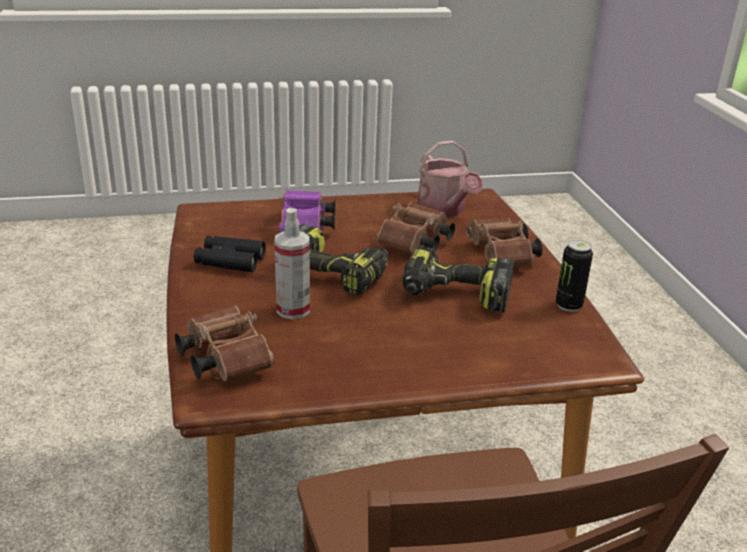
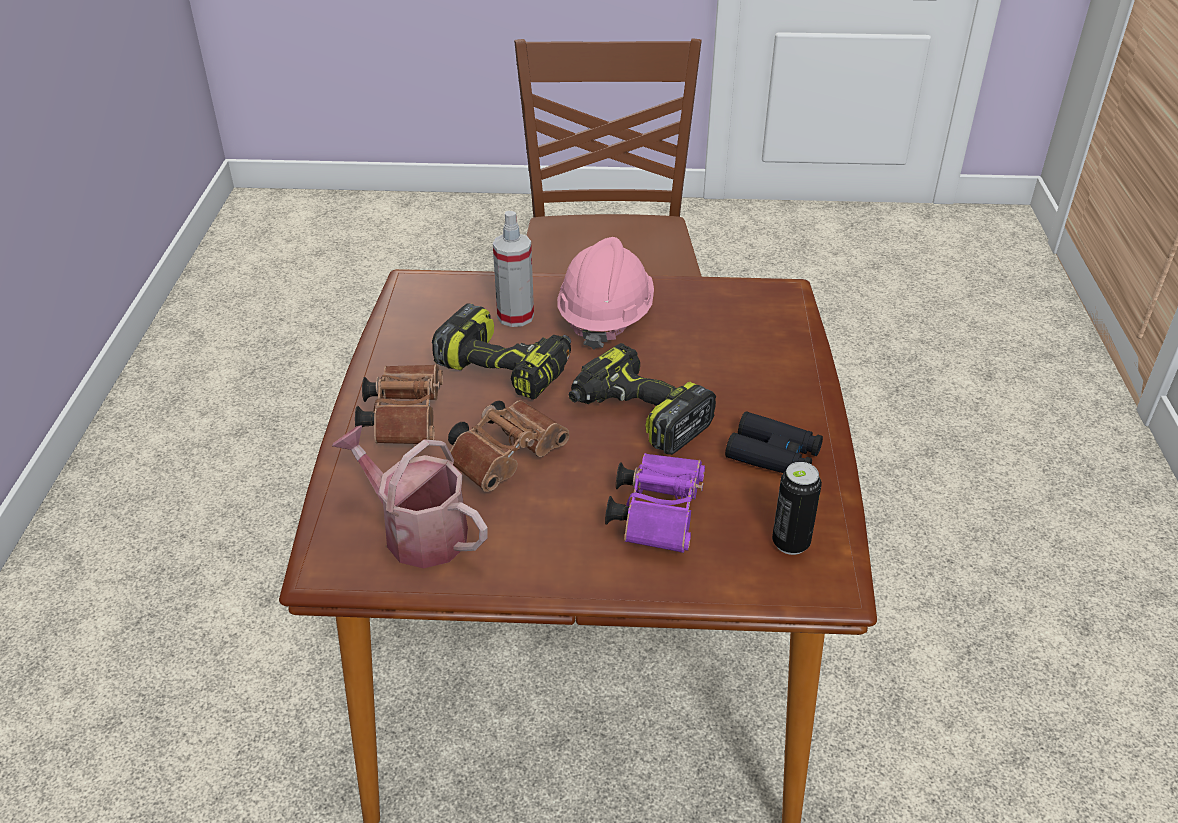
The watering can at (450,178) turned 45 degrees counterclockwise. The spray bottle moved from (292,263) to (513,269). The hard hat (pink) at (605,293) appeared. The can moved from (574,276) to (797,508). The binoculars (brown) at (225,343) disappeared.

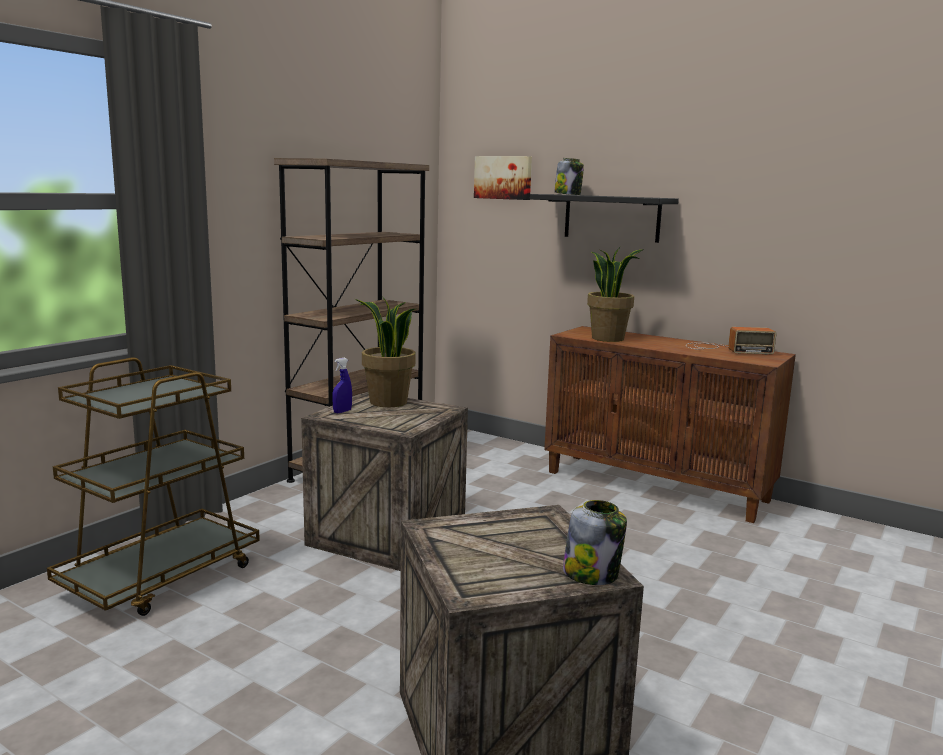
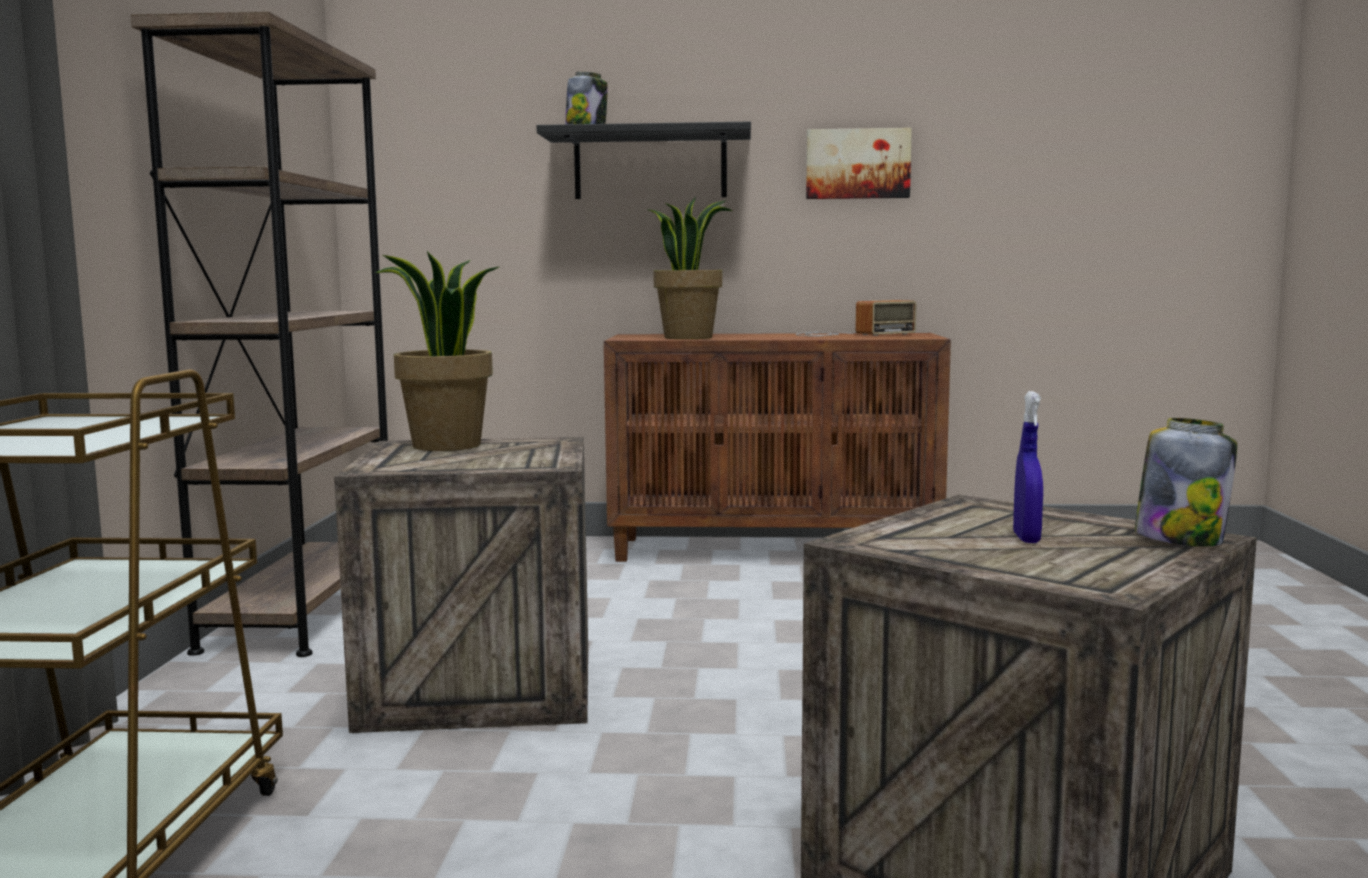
The picture moved from (503,178) to (859,163). The spray bottle (blue) moved from (342,385) to (1028,467).

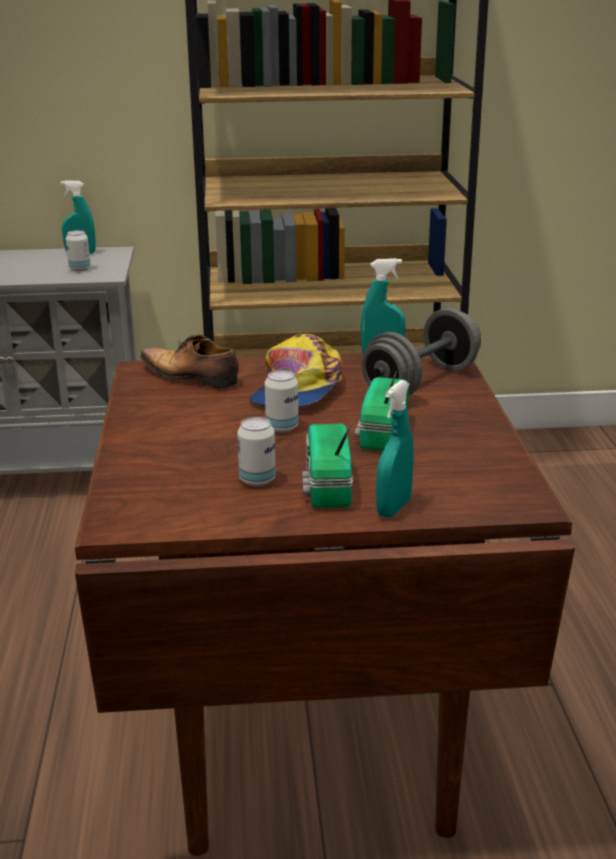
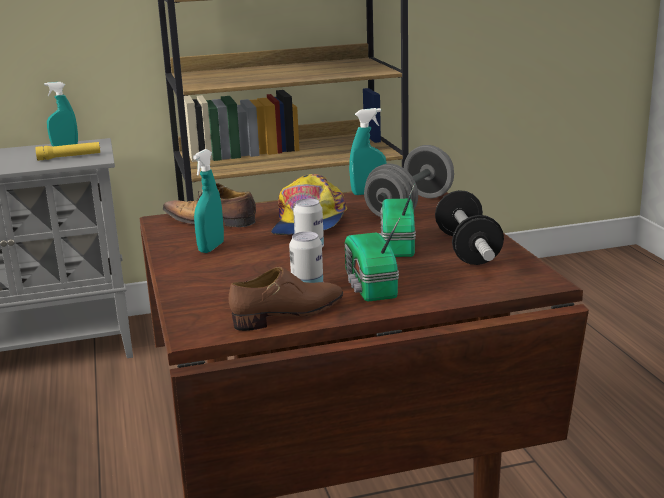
The can at (78,250) was replaced by the flashlight (yellow) at (67,151). The spray bottle (turquoise) moved from (395,448) to (208,201). The shoe (brown) at (286,299) appeared. The dumbbell at (469,227) appeared.

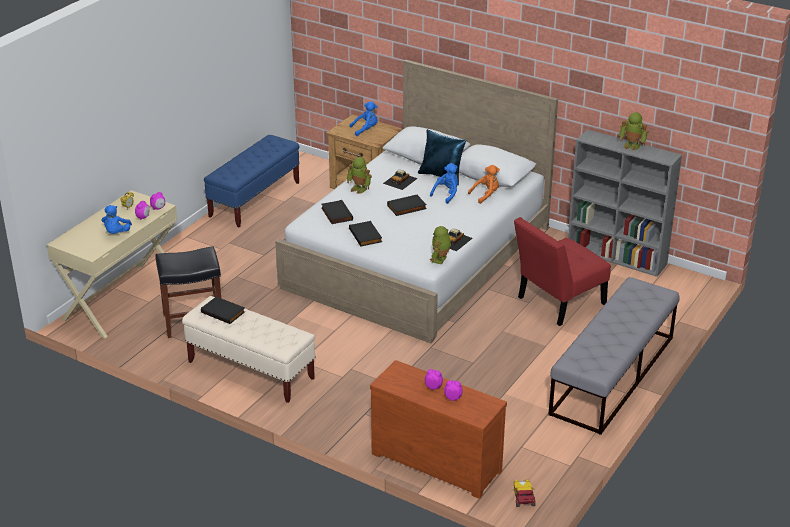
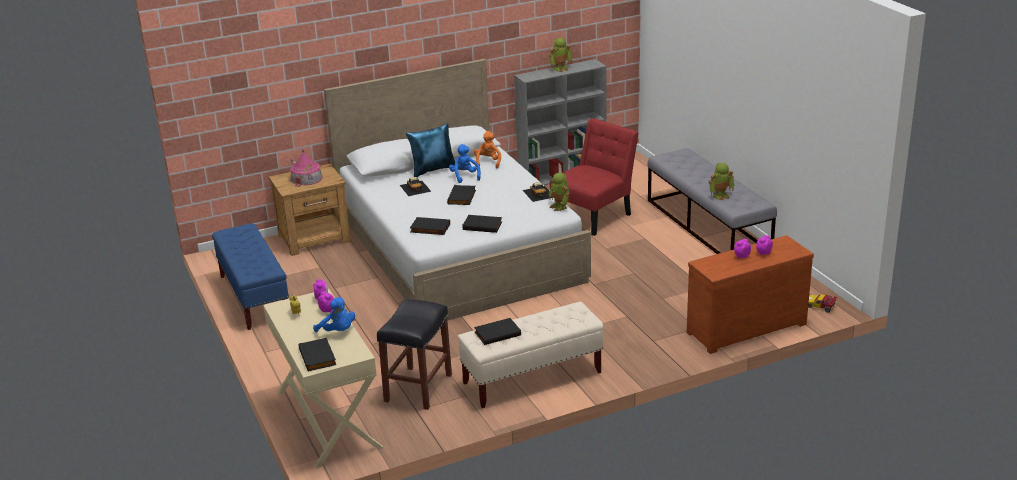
The plush toy (blue) at (363,118) was replaced by the toy house at (306,168). The book (black) at (317,355) appeared. The chair (red) at (562,271) turned 135 degrees counterclockwise. The toy robot moved from (359,175) to (721,181).

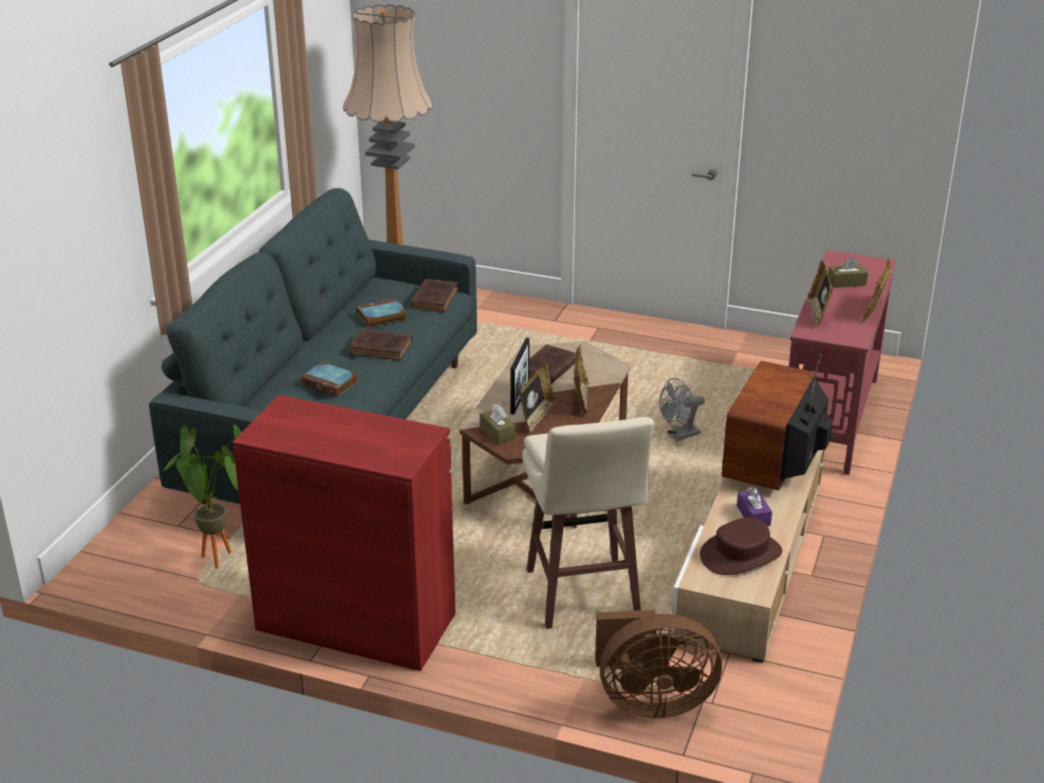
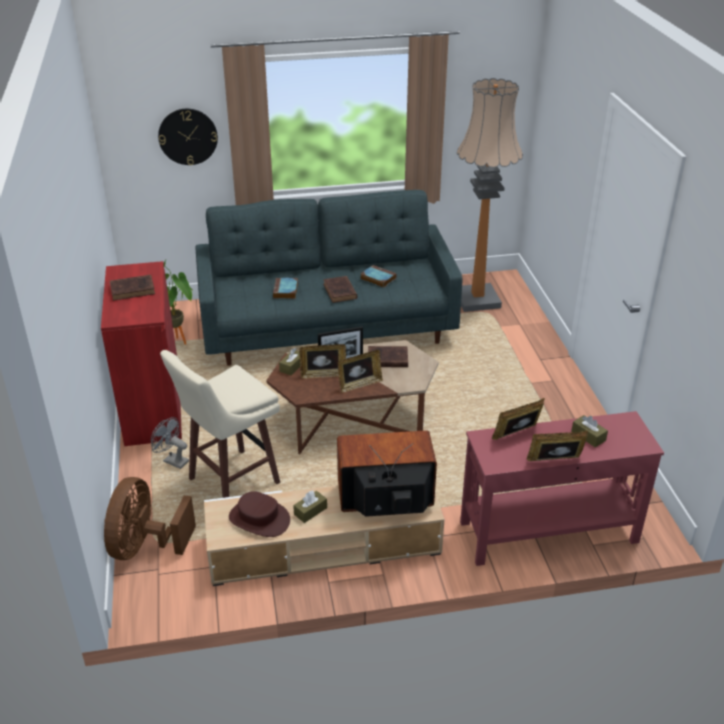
The fan (brown) at (658,664) turned 45 degrees clockwise. The book (brown) moved from (434,295) to (132,288). The fan (grey) moved from (682,409) to (170,443). The wall clock at (188,137) appeared. The tissue box (purple) at (754,506) became the tissue box (brown) at (310,506).

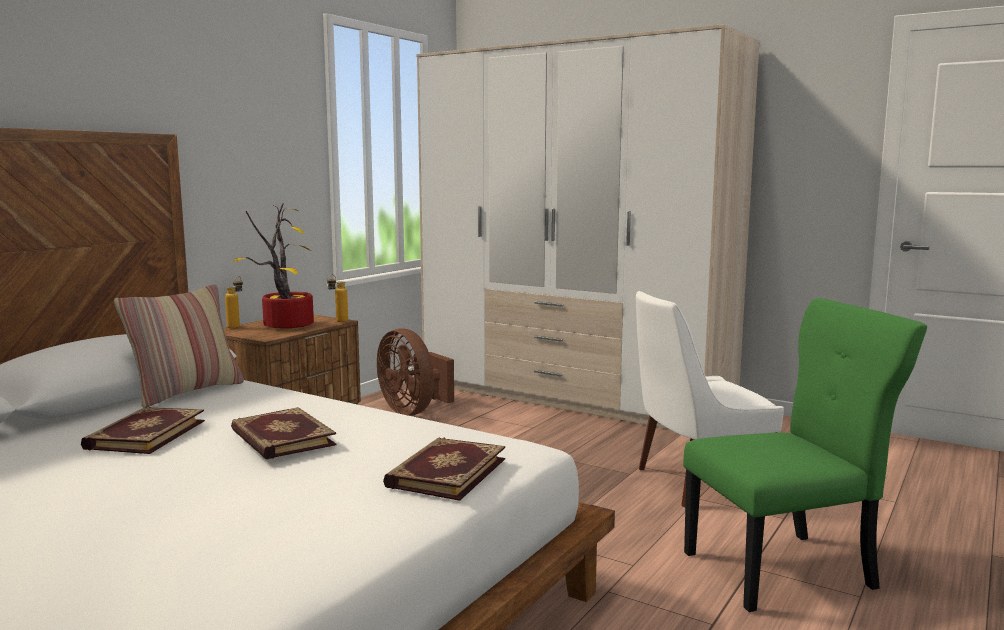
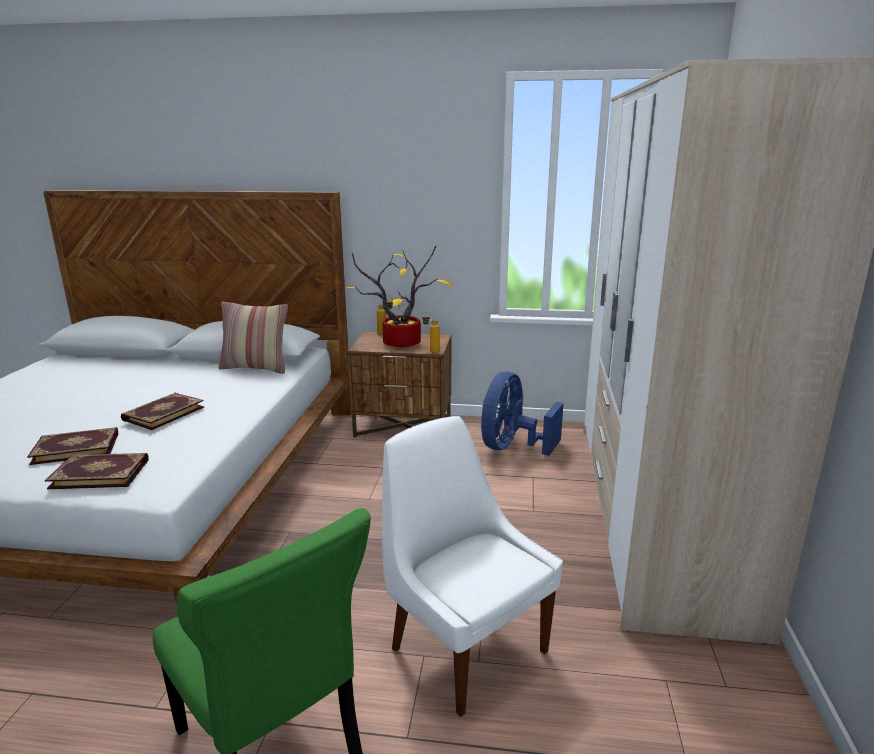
The book moved from (143,430) to (72,446). The fan (brown) at (415,372) became the fan (blue) at (522,414).

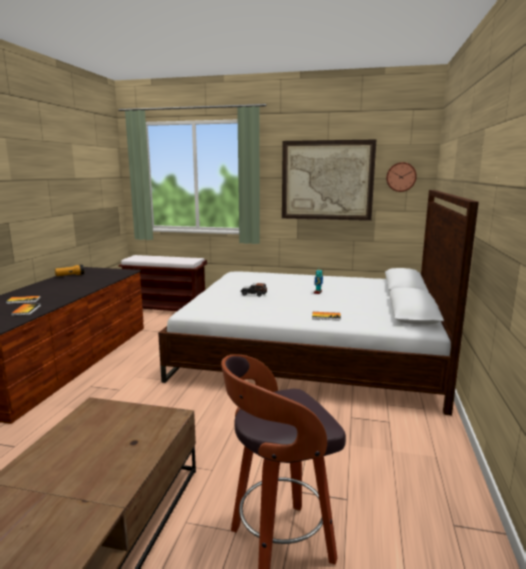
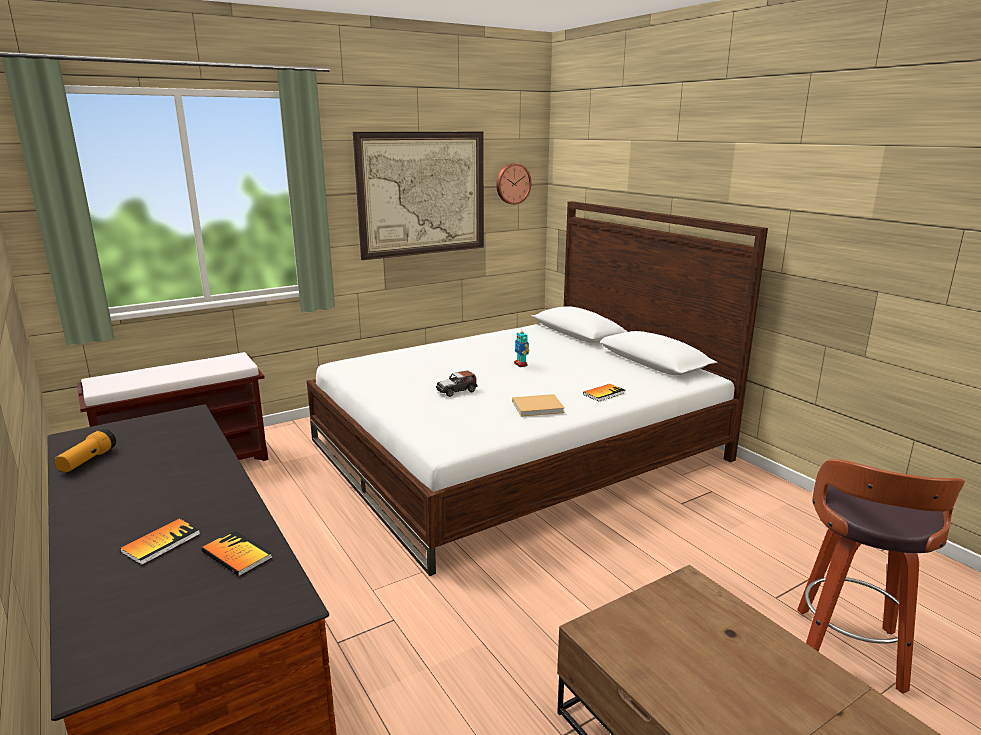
The book (beige) at (538,405) appeared.

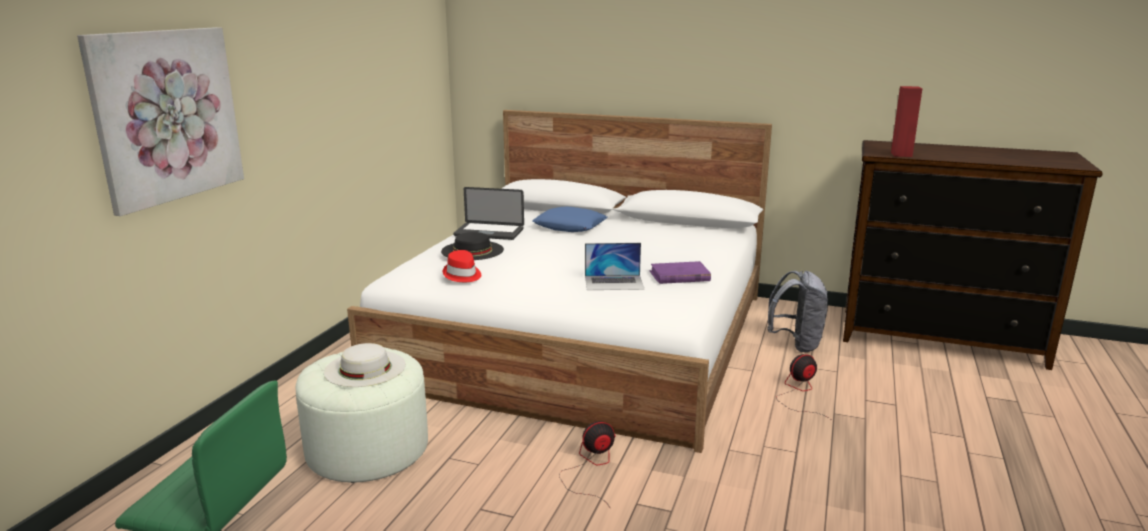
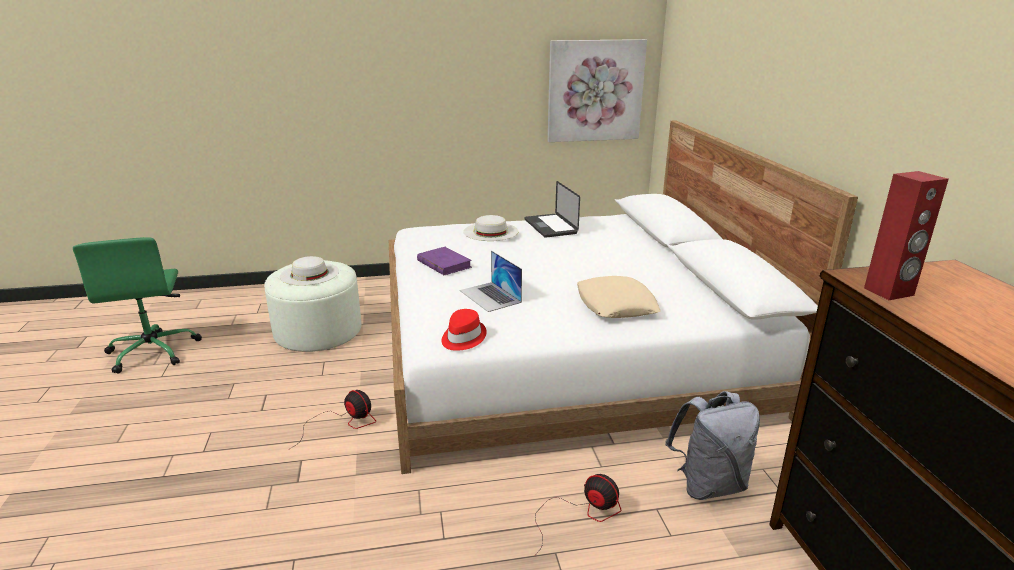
The book (purple) moved from (680,272) to (444,261). The hat (red) moved from (462,266) to (464,330). The hat (black) at (472,246) became the hat (white) at (490,228). The picture moved from (160,121) to (597,90). The pillow (beige) at (619,297) appeared. The pillow (blue) at (570,219) disappeared.

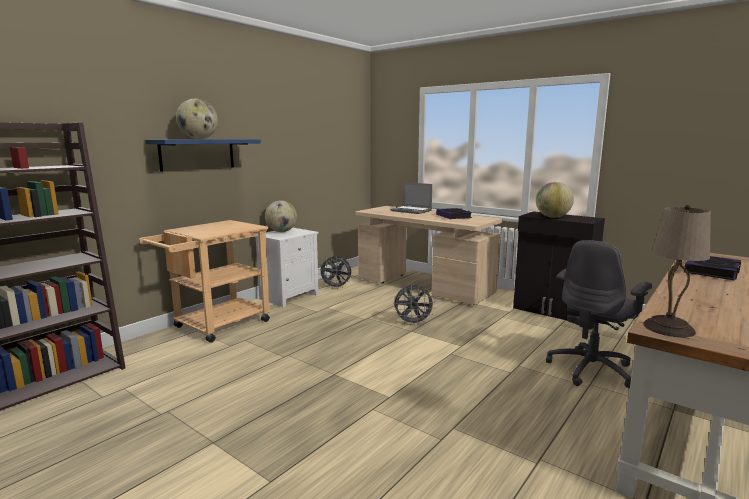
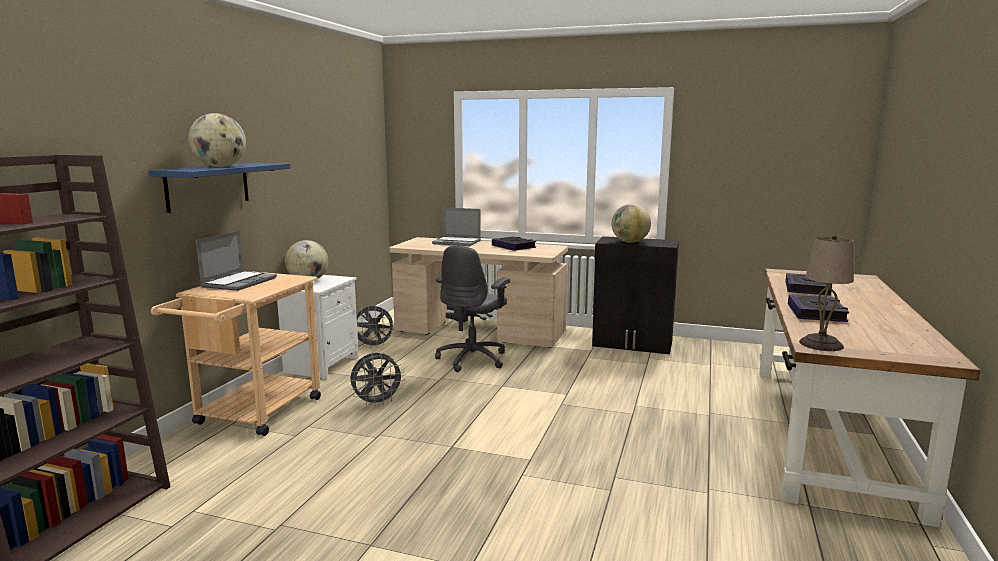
The laptop at (236,261) appeared. The fan (grey) moved from (414,305) to (377,380). The office chair (grey) moved from (599,314) to (472,309). The book at (818,308) appeared.

